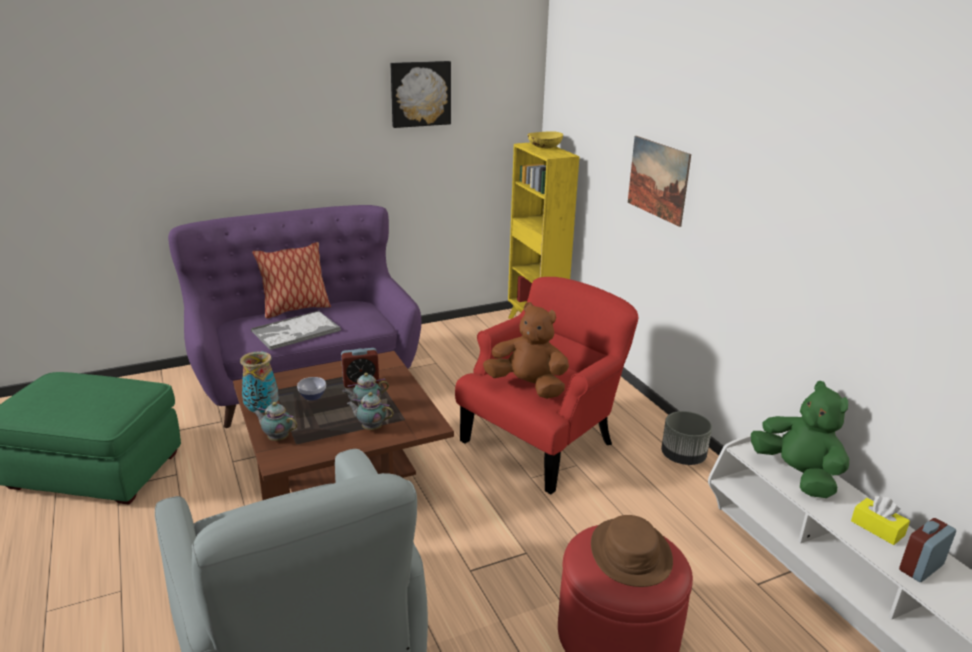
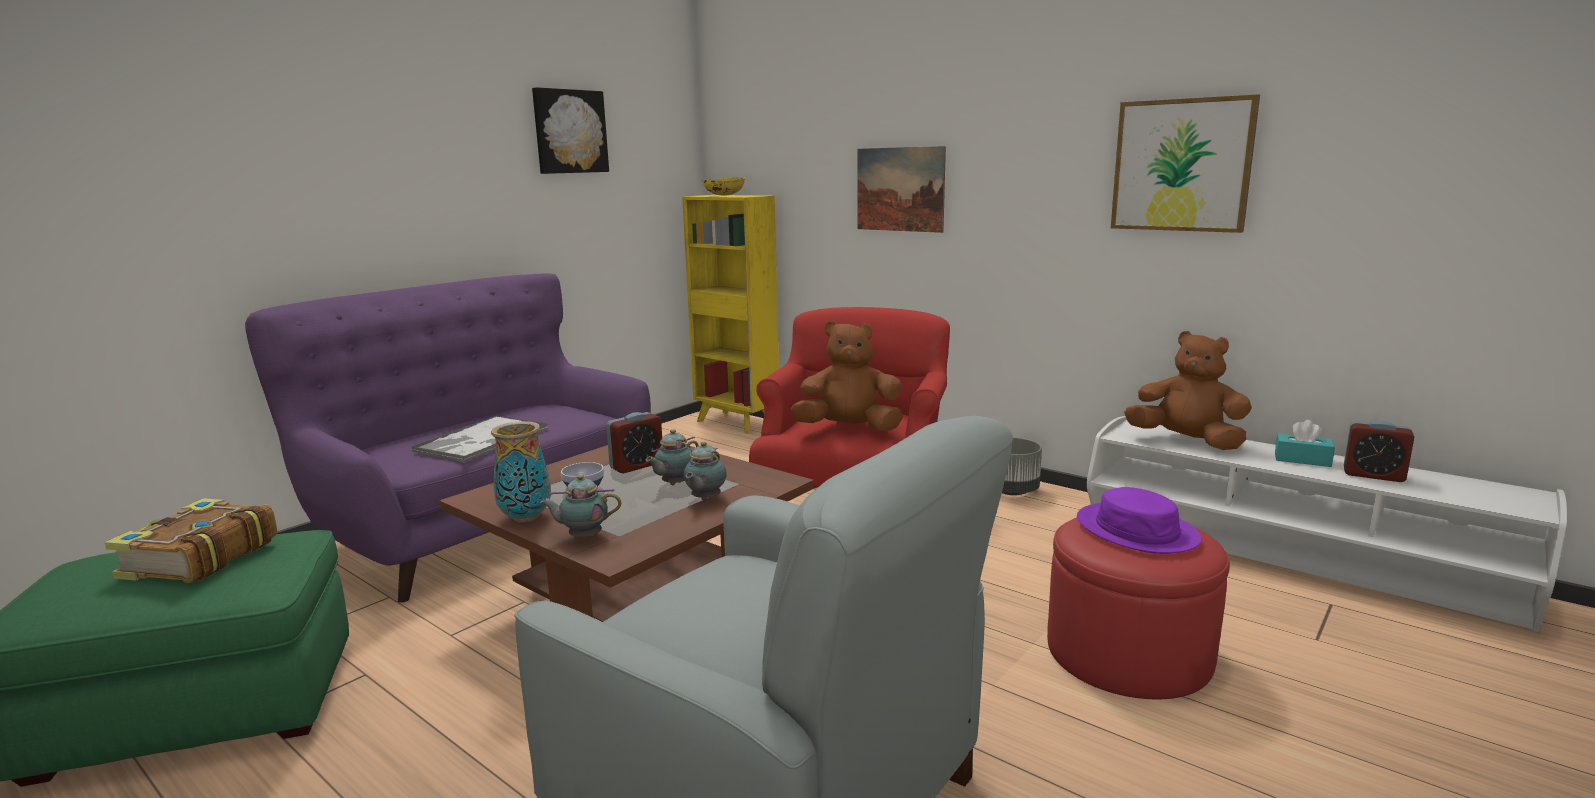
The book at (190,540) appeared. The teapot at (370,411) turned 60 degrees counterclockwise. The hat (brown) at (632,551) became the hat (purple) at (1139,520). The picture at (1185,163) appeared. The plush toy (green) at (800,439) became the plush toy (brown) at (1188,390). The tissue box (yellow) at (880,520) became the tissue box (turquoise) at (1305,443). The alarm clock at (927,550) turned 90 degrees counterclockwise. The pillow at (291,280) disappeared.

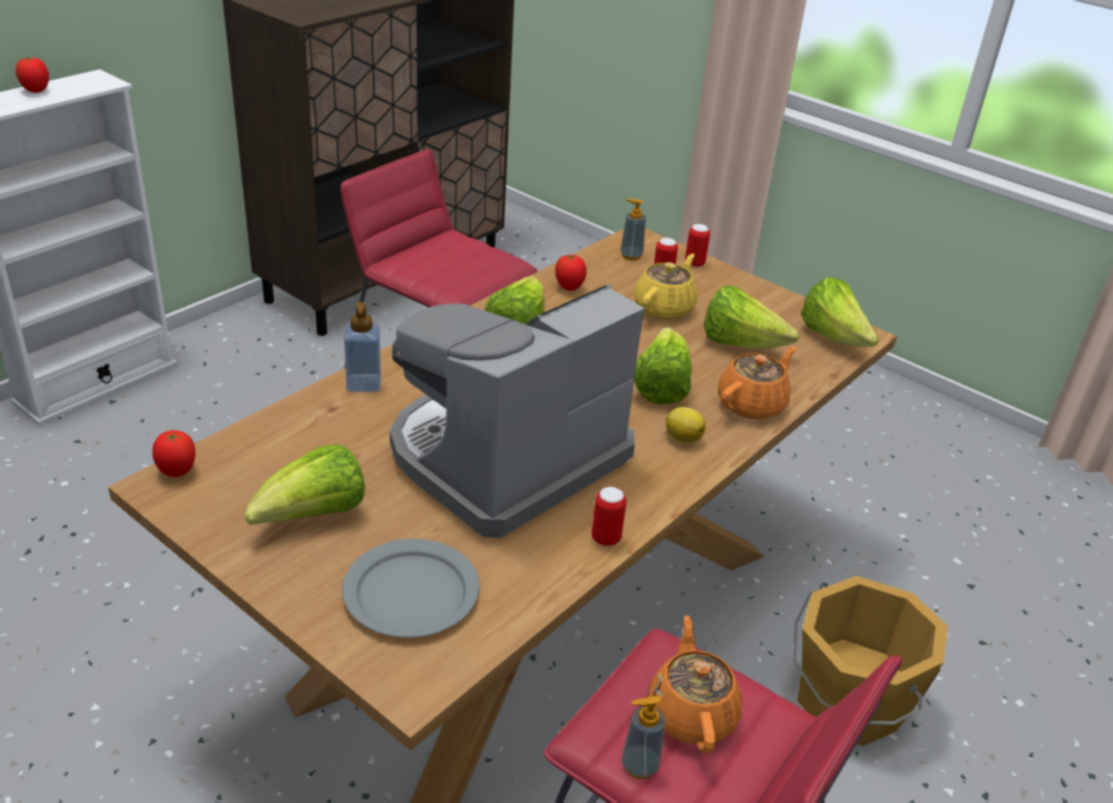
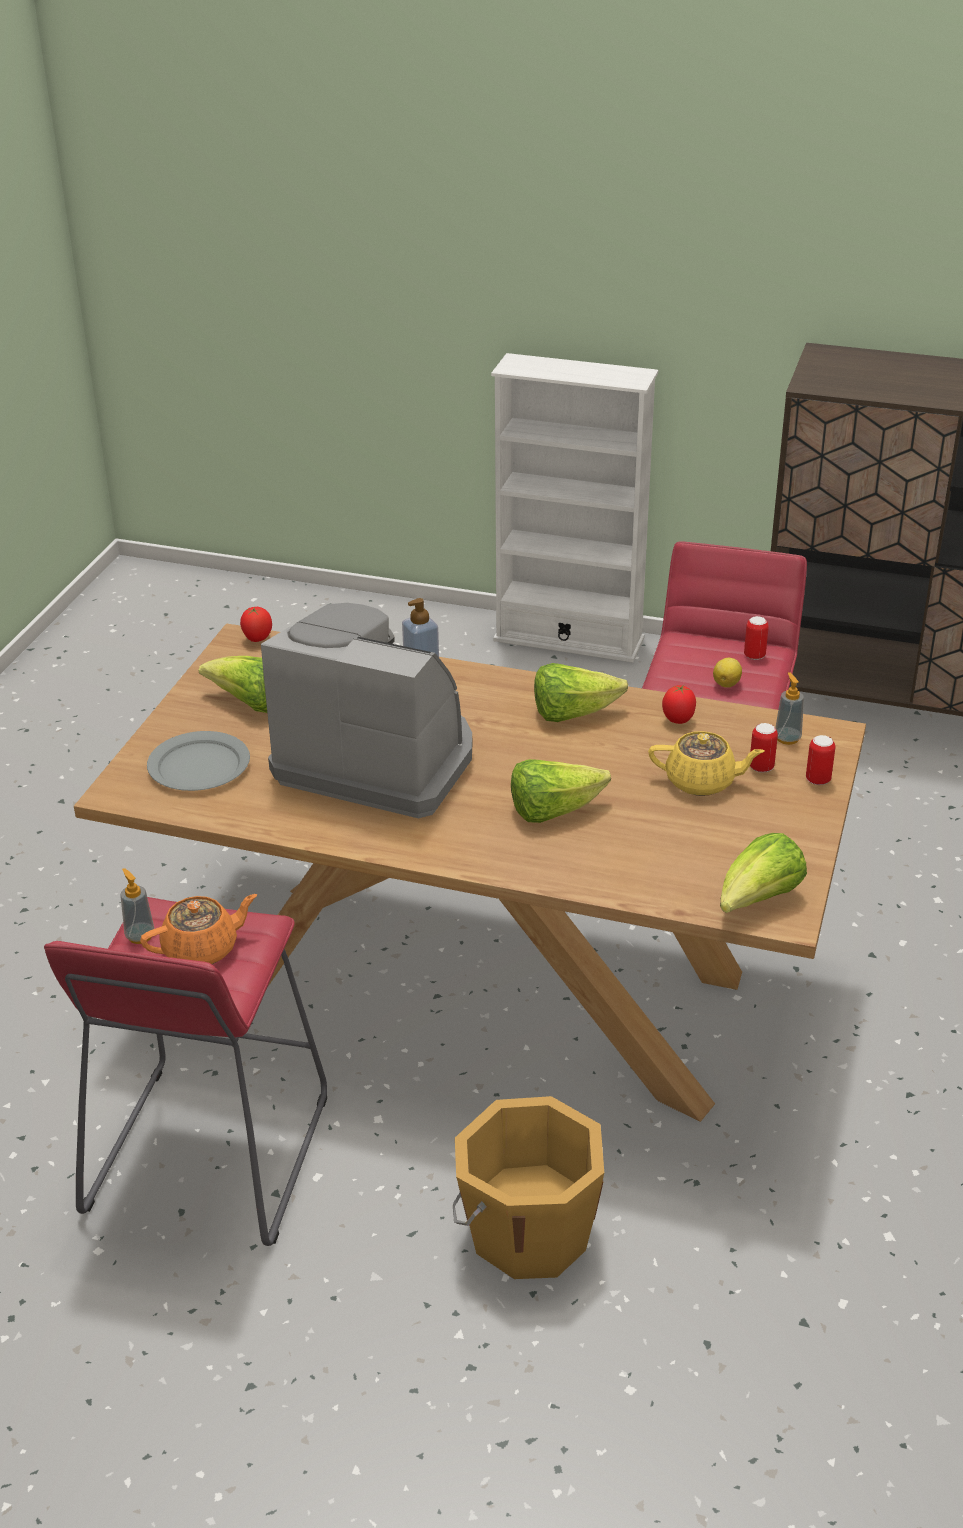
The lemon moved from (686,425) to (727,673). The can moved from (609,516) to (756,638). The tomato at (32,75) disappeared. The lettuce at (752,317) disappeared. The teapot (orange) at (757,382) disappeared.

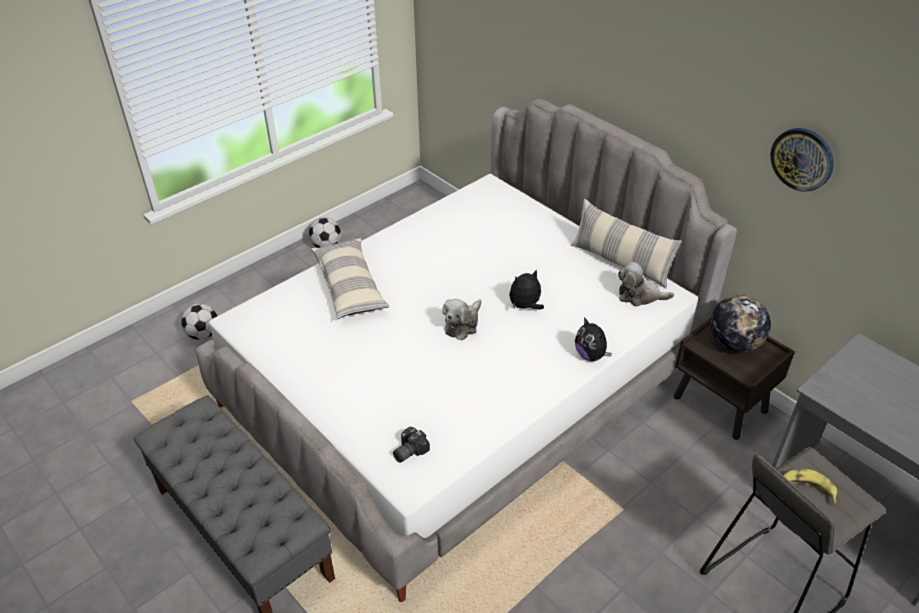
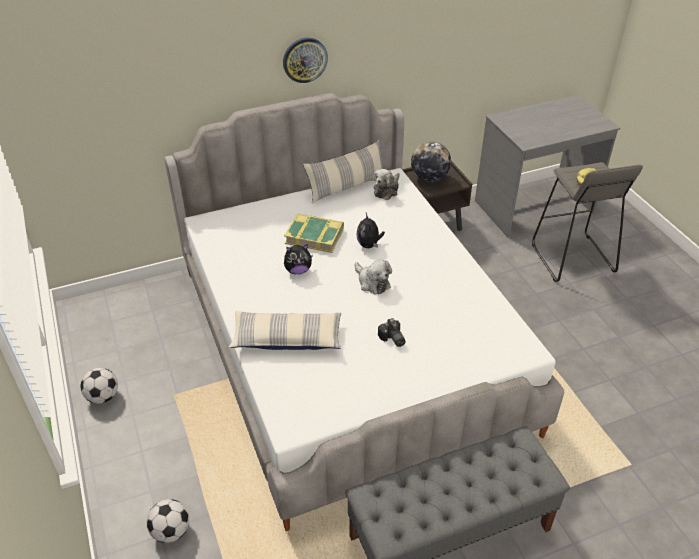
The wall clock moved from (802,160) to (305,60). The book at (314,233) appeared. The plush toy moved from (593,339) to (298,259). The photo camera moved from (411,445) to (392,332).

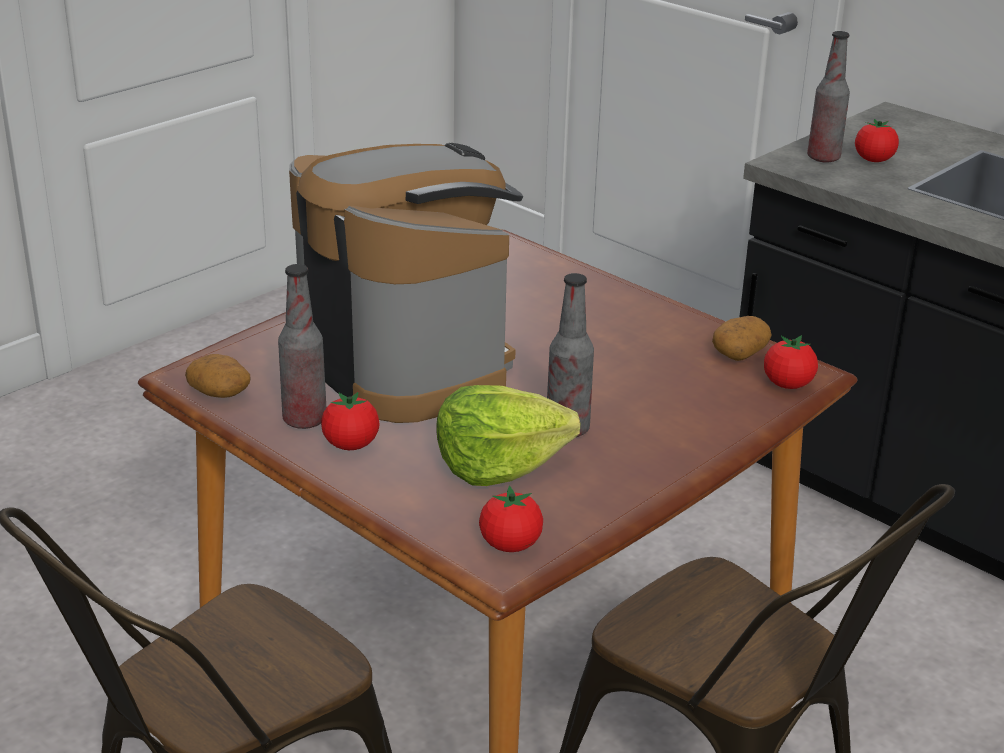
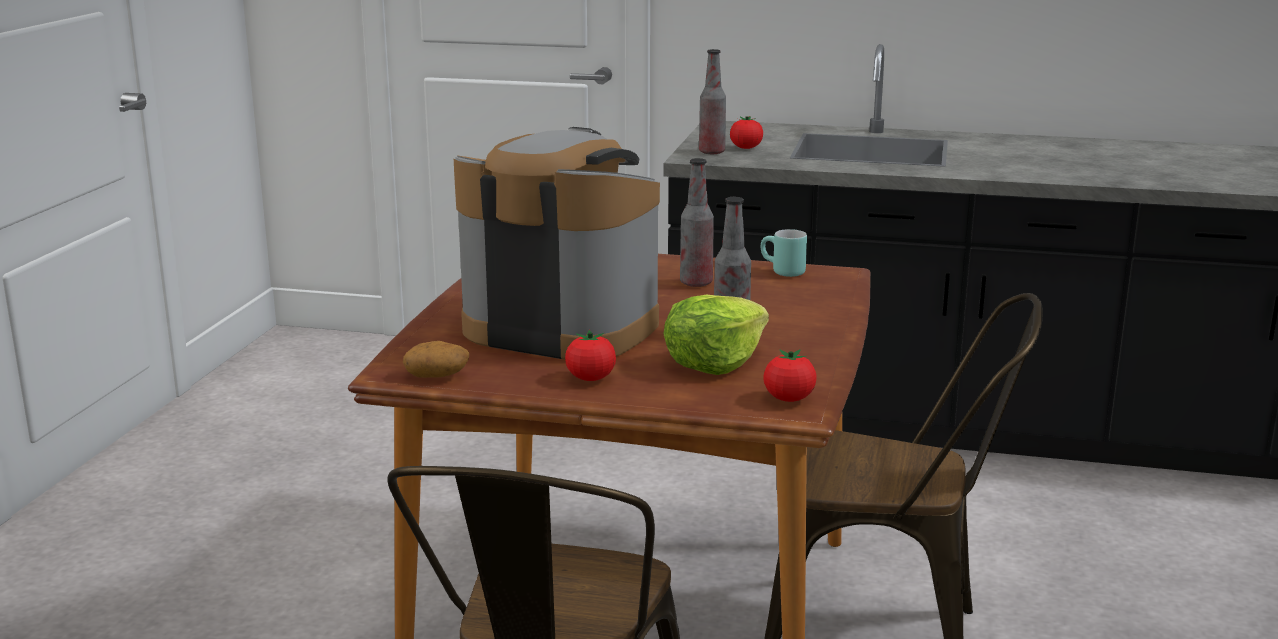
The bottle moved from (302,346) to (697,222). The potato at (742,338) was replaced by the mug (turquoise) at (784,253). The tomato at (791,362) disappeared.

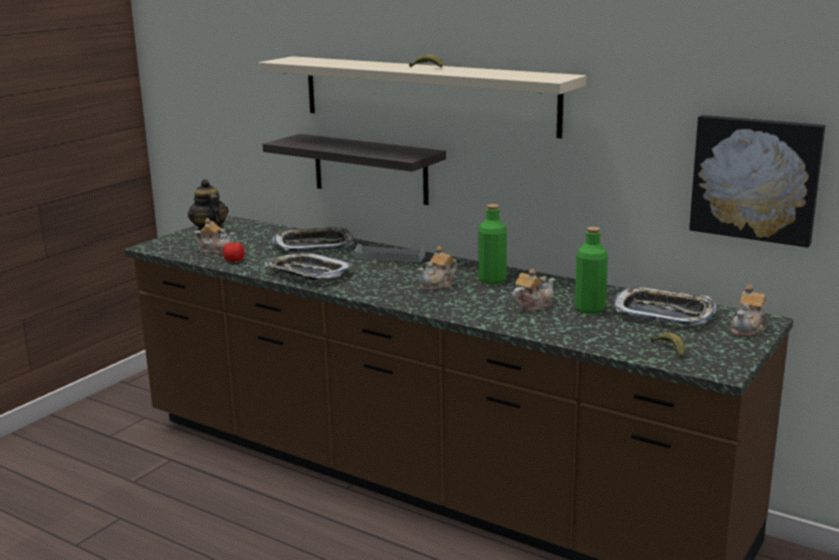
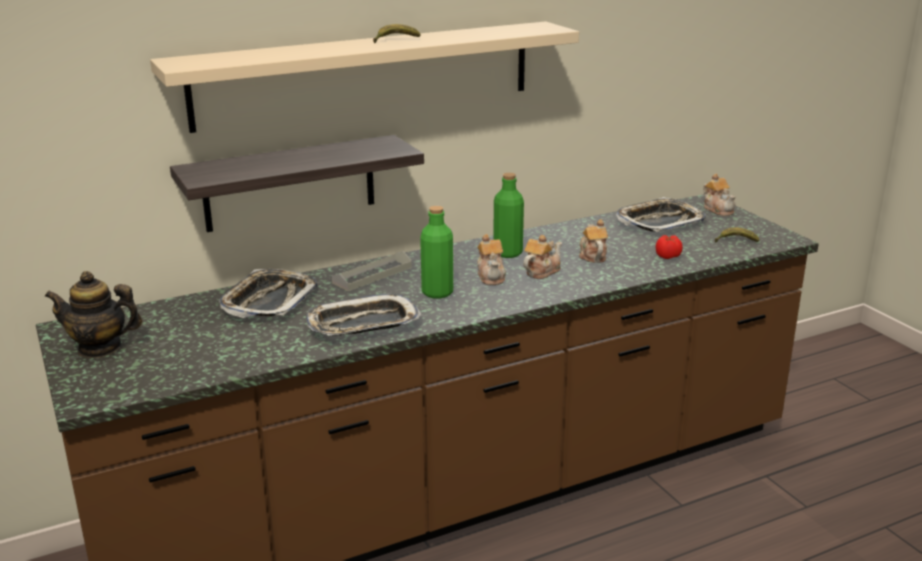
The bottle (green) moved from (591,270) to (436,252). The teapot moved from (214,236) to (542,257). The tomato moved from (234,252) to (669,247). The picture at (757,181) disappeared.

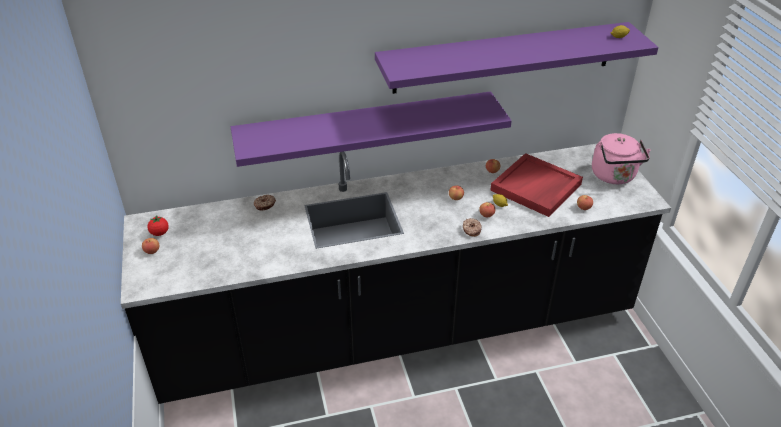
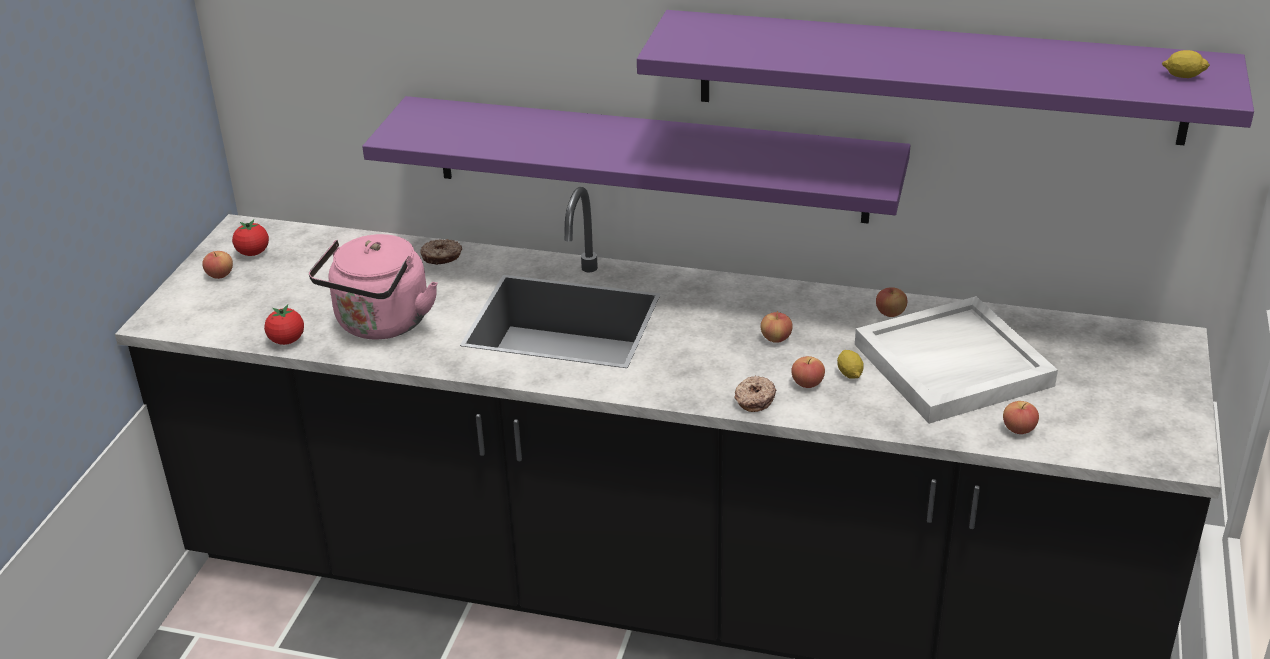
The tomato at (284,325) appeared. The kettle (pink) moved from (621,158) to (373,286). The tray (red) at (536,185) became the tray (white) at (956,360).

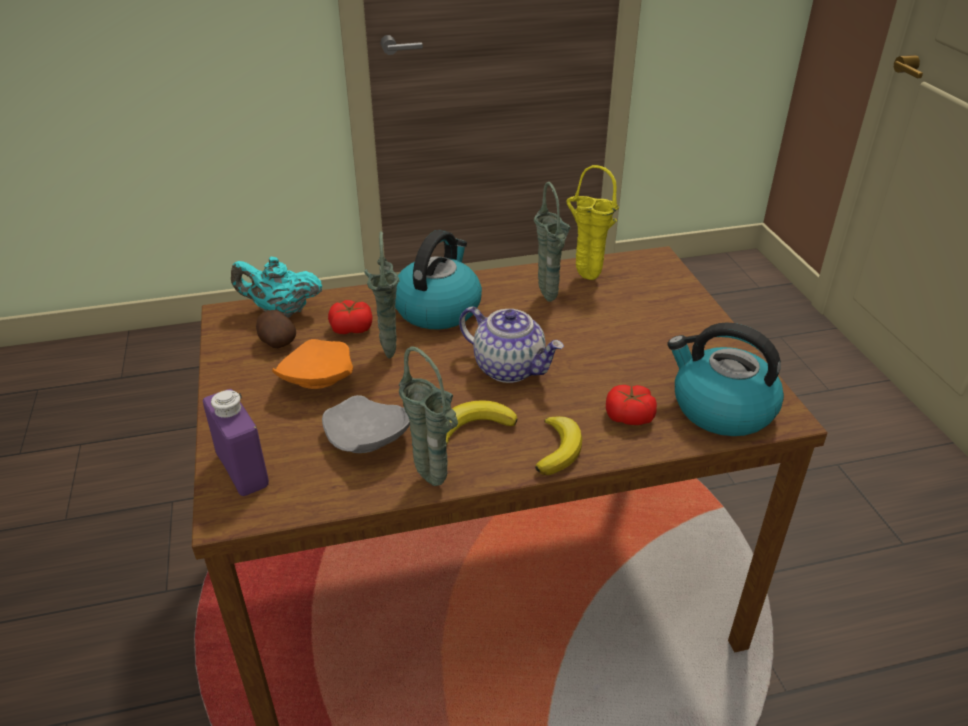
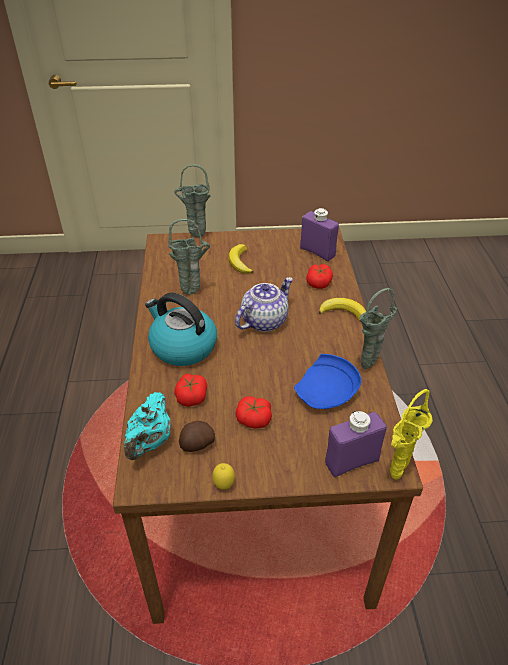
The vase (green) moved from (382,295) to (192,201). The lemon at (223,476) appeared. The banana moved from (481,423) to (241,258). The plate (orange) at (312,364) was replaced by the tomato at (253,412). The plate (grey) at (366,424) became the plate (blue) at (327,381). The kettle at (726,379) was replaced by the bottle (purple) at (319,234). The vase (yellow) moved from (593,222) to (411,434).

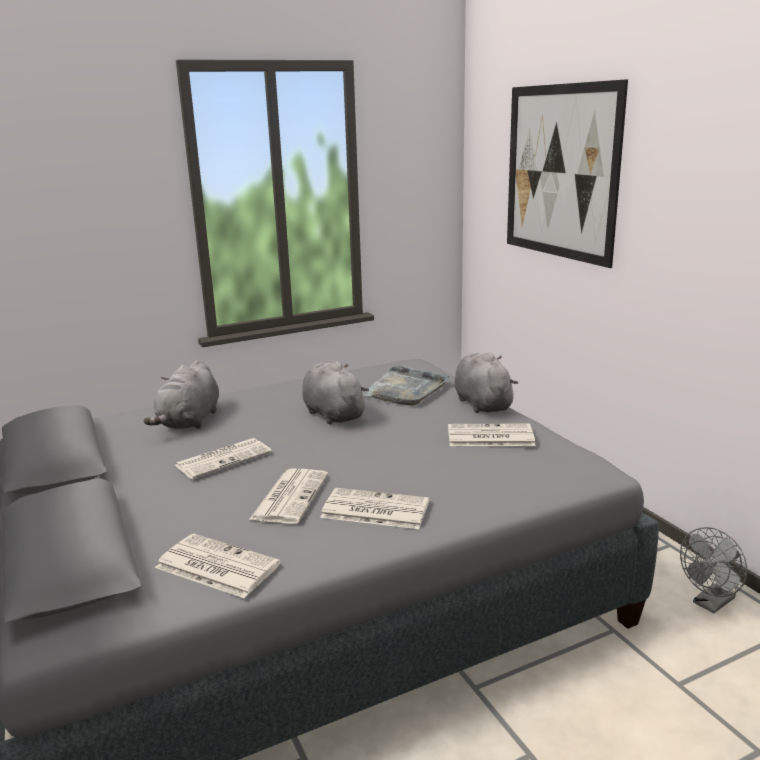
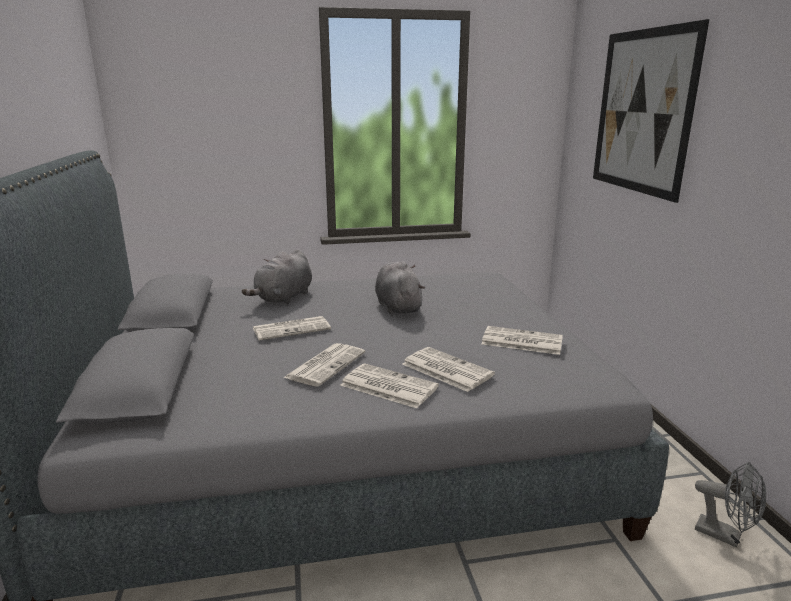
The newspaper moved from (218,566) to (448,369). The fan (grey) at (713,570) turned 120 degrees counterclockwise. The tray (grey) at (406,385) disappeared. The plush toy (grey) at (486,382) disappeared.

